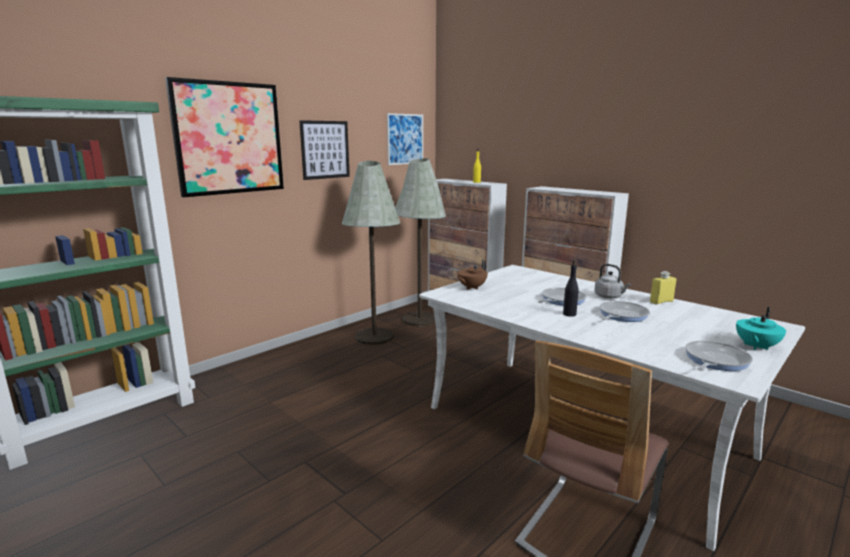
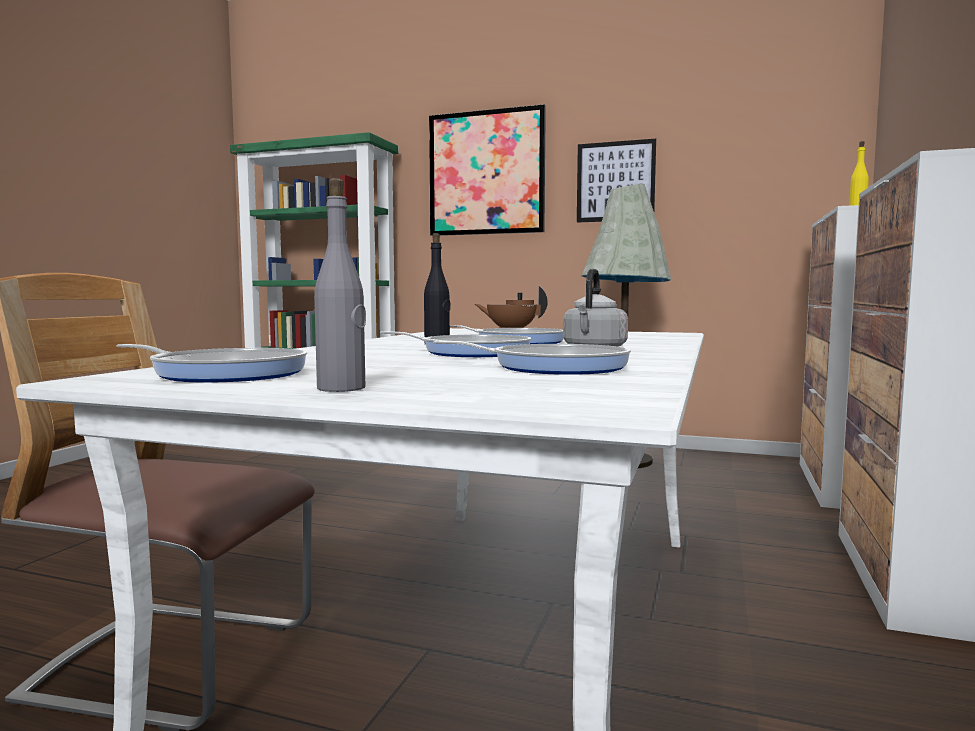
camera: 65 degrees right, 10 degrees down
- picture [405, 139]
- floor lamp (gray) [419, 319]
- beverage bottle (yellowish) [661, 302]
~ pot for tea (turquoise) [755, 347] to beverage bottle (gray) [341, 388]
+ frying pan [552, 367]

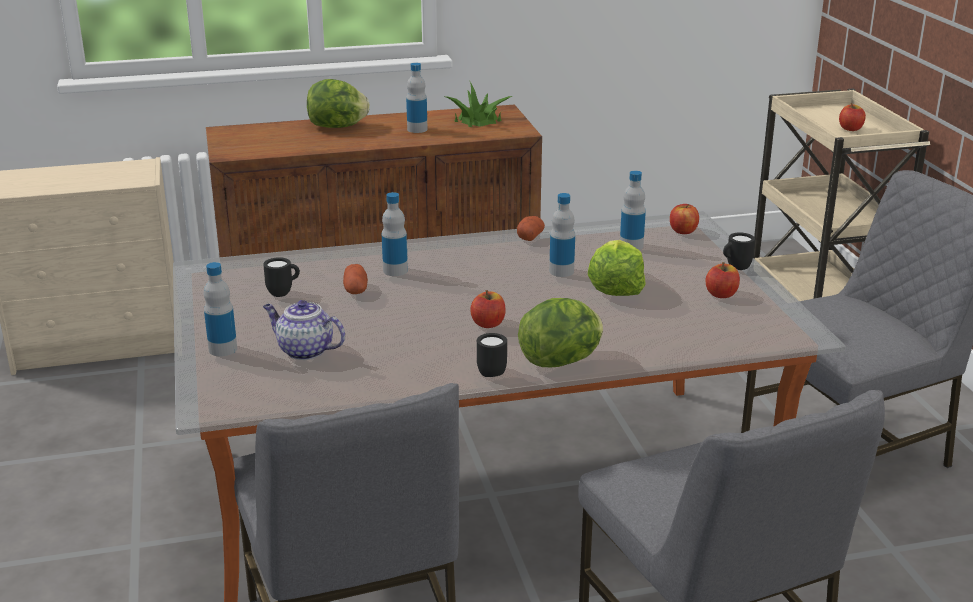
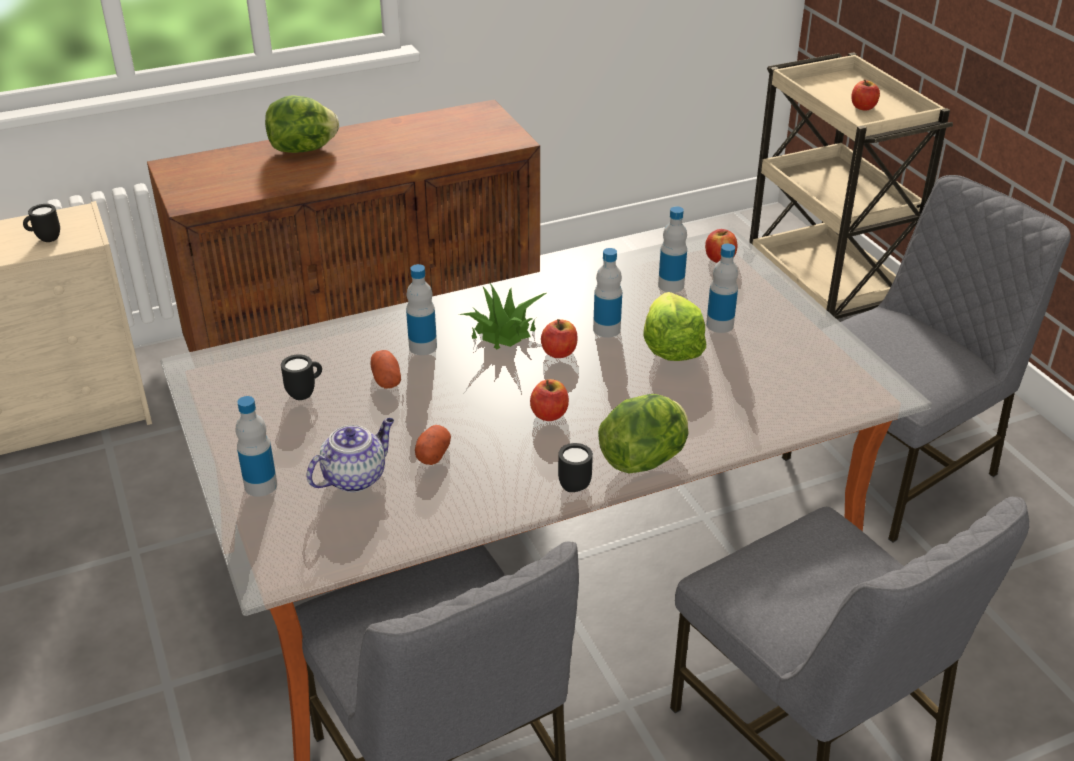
camera: 10 degrees left, 10 degrees up
~ beverage bottle [417, 129] to [719, 325]
~ houseplant [477, 120] to [502, 331]
~ spud [530, 237] to [433, 454]
~ coffee mug (black) [735, 268] to [45, 239]
~ apple [721, 294] to [559, 352]
~ pot for tea [304, 351] = [355, 477] 120 degrees clockwise

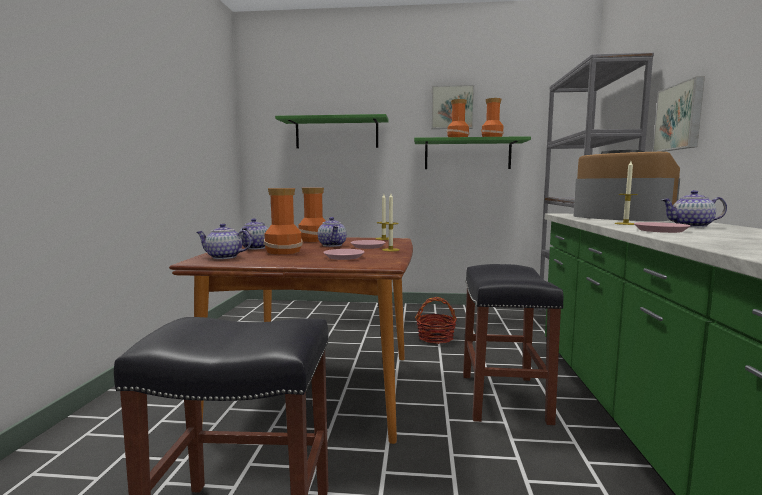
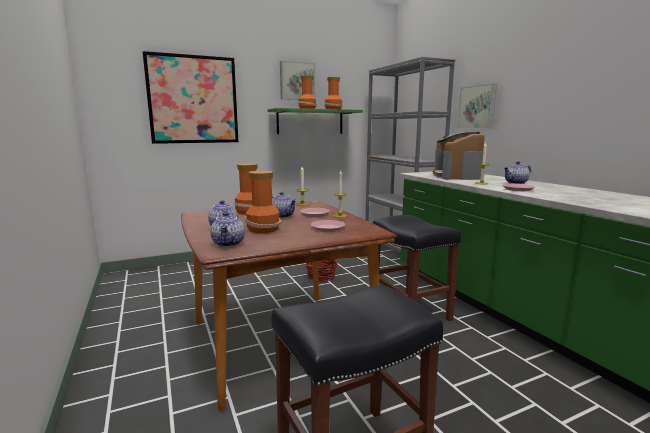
camera: 30 degrees left, 5 degrees up
~ bracket shelf (greenish) [336, 134] to picture [193, 100]
~ coffee machine [620, 217] = [457, 176] 105 degrees counterclockwise
~ pot for tea [223, 257] = [229, 244] 75 degrees counterclockwise

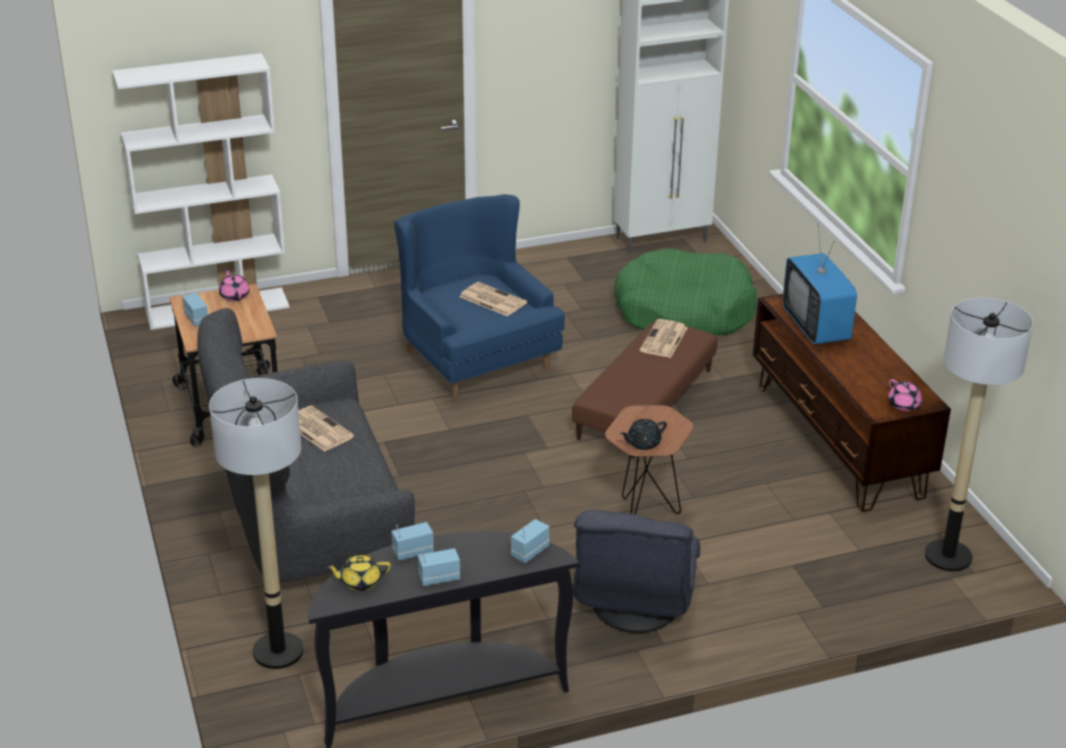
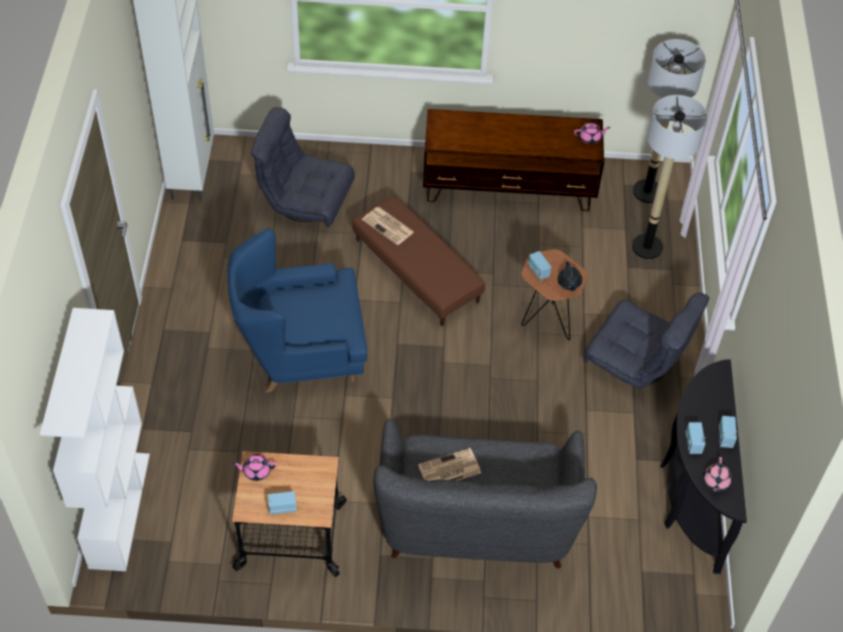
camera: 70 degrees left, 20 degrees up
- TV [816, 327]
~ pet bed (greenish) [683, 311] to easy chair (gray) [305, 201]
- newspaper [491, 300]
~ floor lamp [278, 651] to [646, 247]
~ radio set [529, 552] to [538, 271]
~ pot for tea (yellowish) [360, 582] to pot for tea (pinkish) [715, 481]

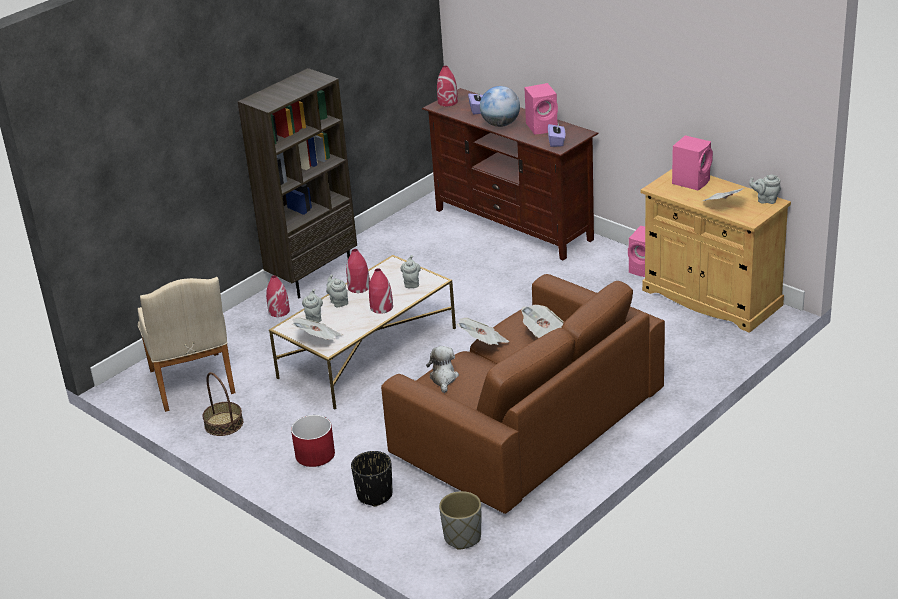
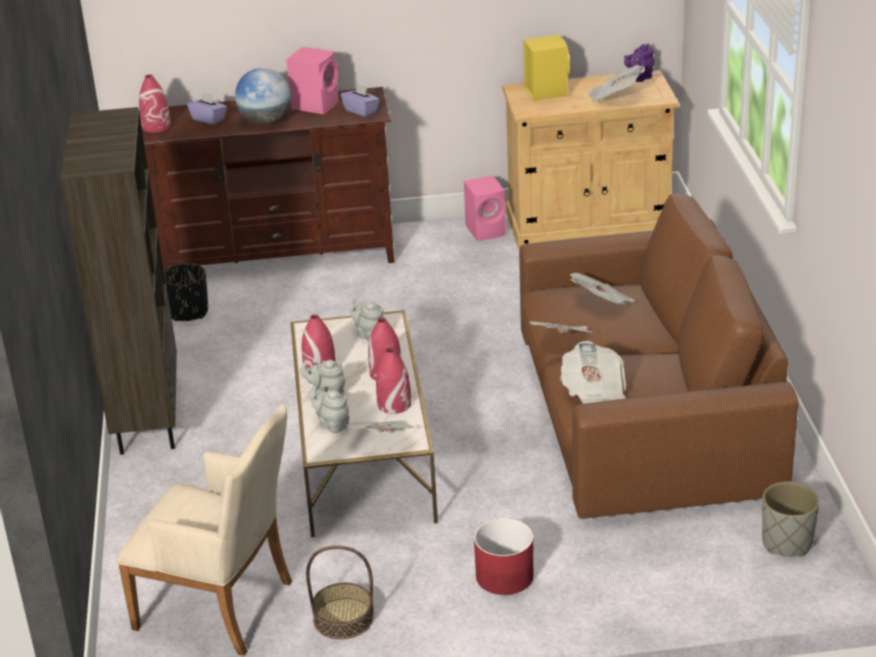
camera: 50 degrees left, 0 degrees up
~ speaker (pinkish) [692, 181] to speaker (yellowish) [546, 92]
~ pot for tea (gray) [765, 200] to pot for tea (purple-coloured) [639, 78]
~ decorative vase (reddish) [279, 311] to [394, 404]
~ soft toy [443, 378] to newspaper [593, 393]
~ plant pot (black) [374, 495] to [188, 312]

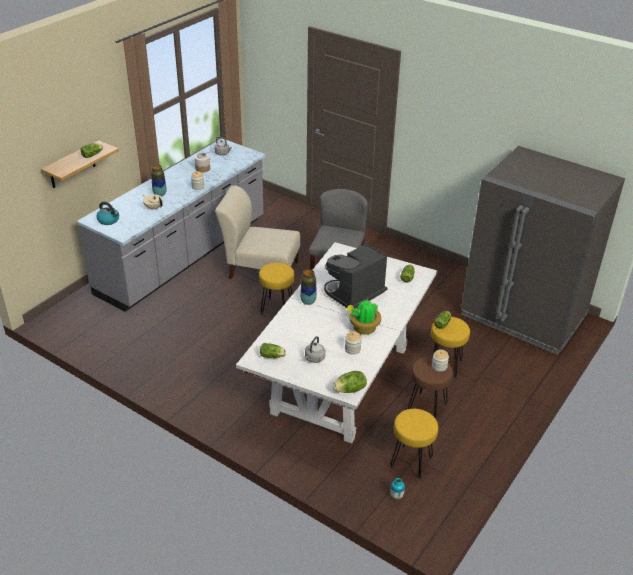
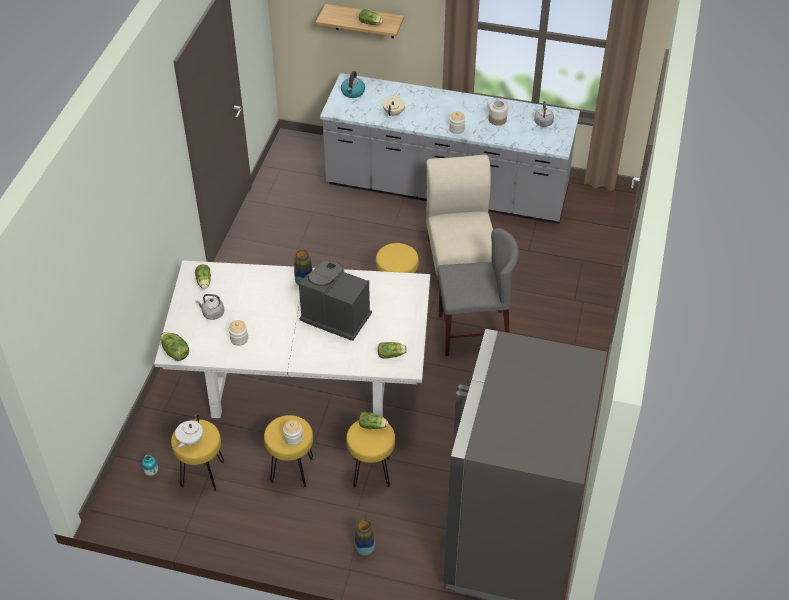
camera: 70 degrees right, 10 degrees up
~ decorative vase [160, 194] to [364, 549]
- houseplant [363, 328]
~ stool seat (brown-coloured) [427, 407] to stool seat (yellowish) [291, 470]
+ pot for tea (whitish) [190, 440]

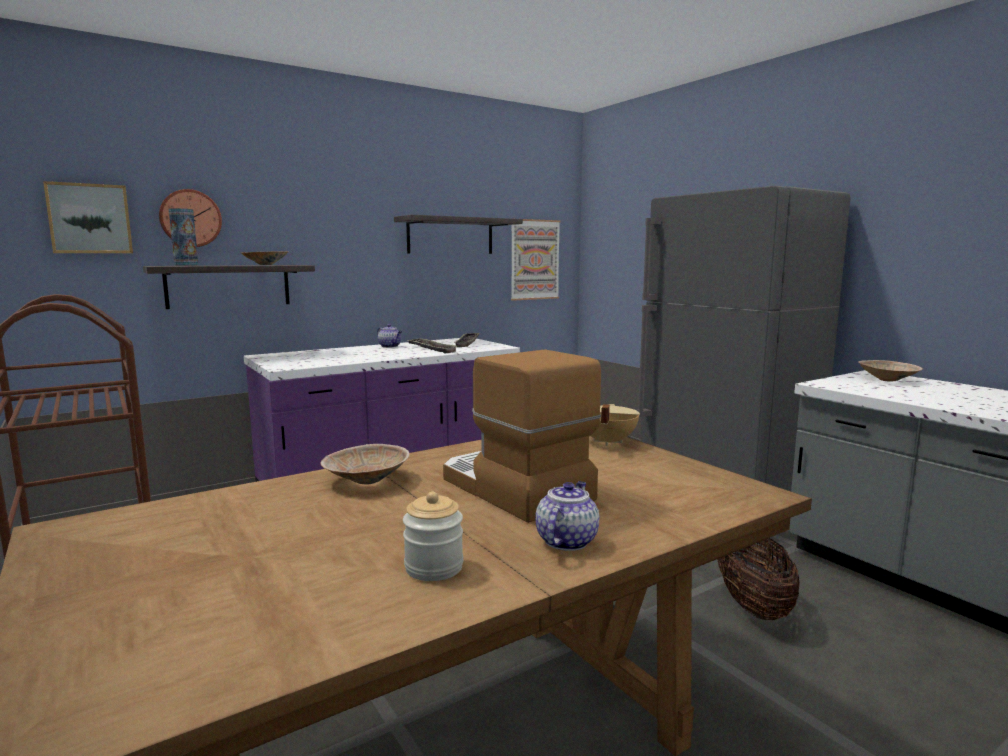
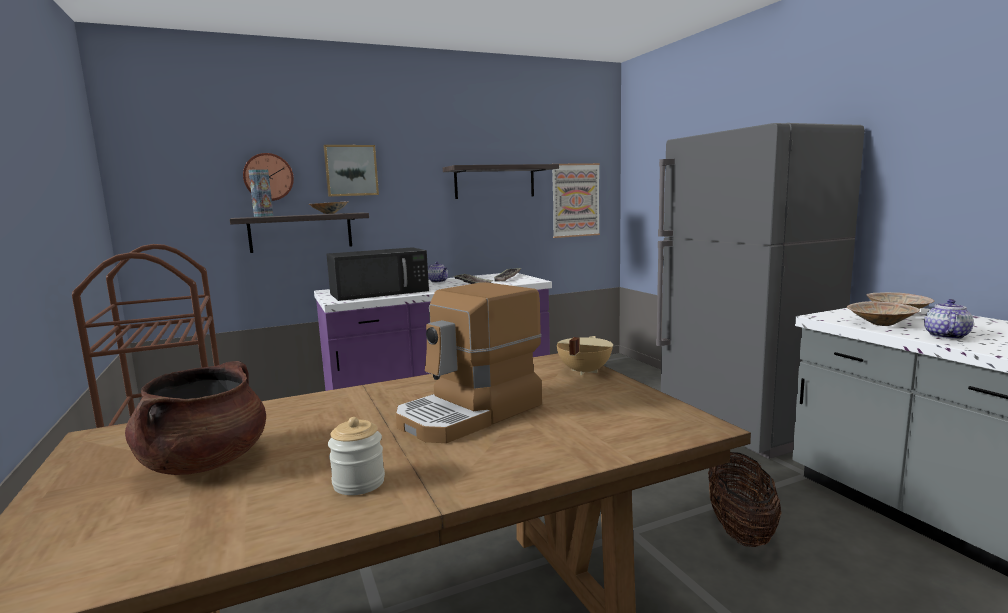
camera: 10 degrees right, 0 degrees up
~ picture [89, 219] to [351, 170]
~ coffee machine [513, 489] = [471, 414] 105 degrees counterclockwise
~ serving bowl (beige) [365, 481] to [879, 324]
~ pot for tea [566, 540] to [945, 336]
+ microwave (black) [381, 292]
+ cooking pot (brown-coloured) [205, 462]

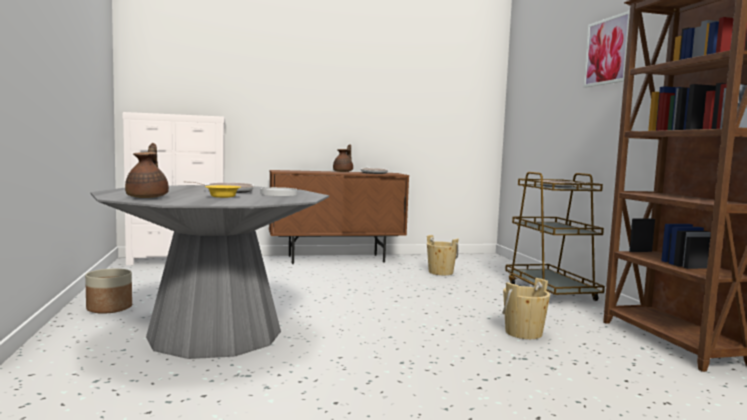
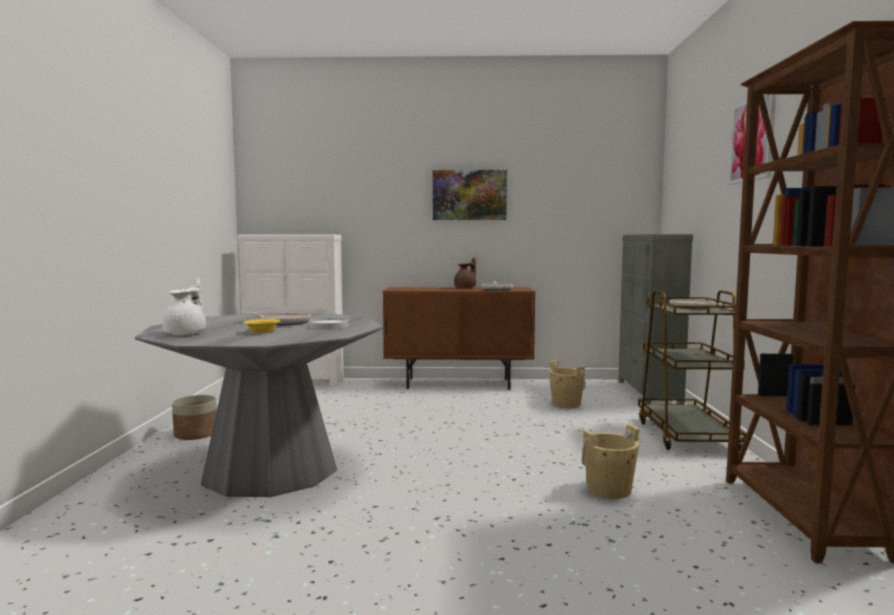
camera: 15 degrees right, 0 degrees up
~ pot for tea (brown-coloured) [148, 197] to pot for tea (whitish) [187, 333]
+ picture [469, 195]
+ drawer chest (gray) [647, 393]

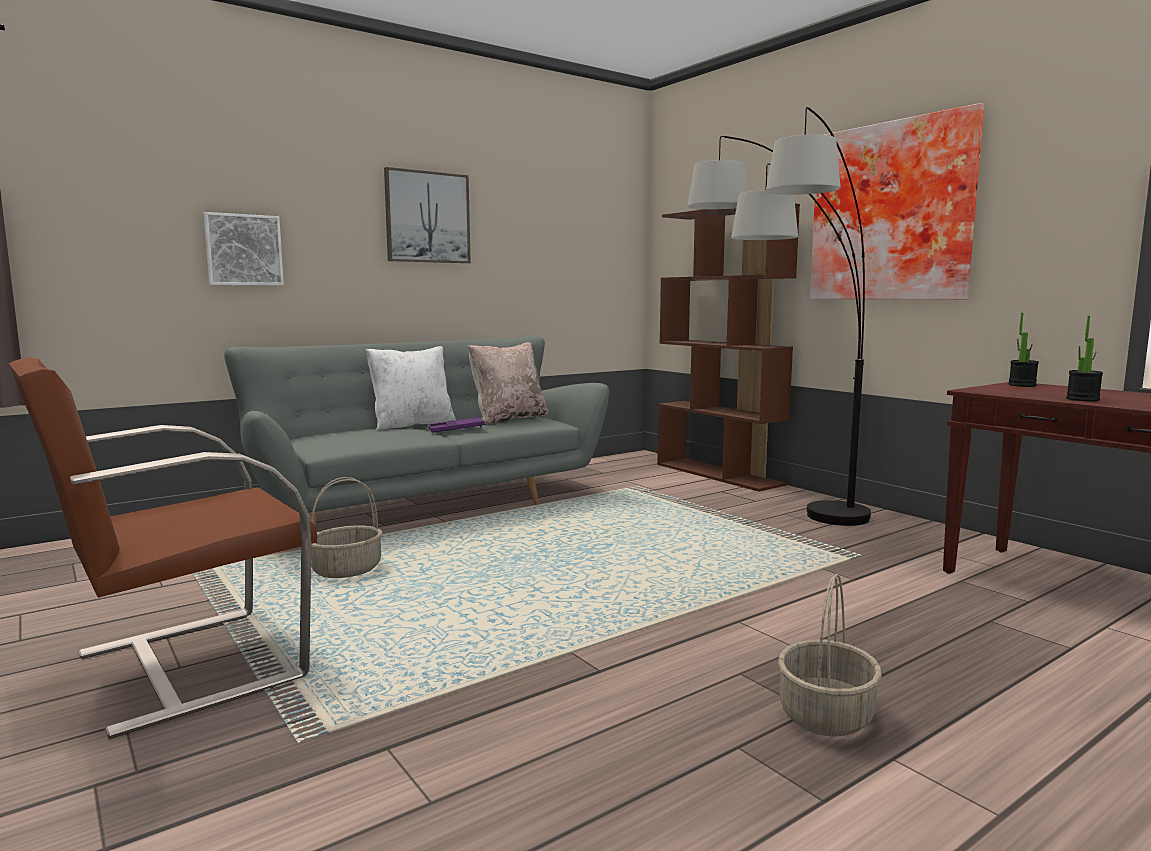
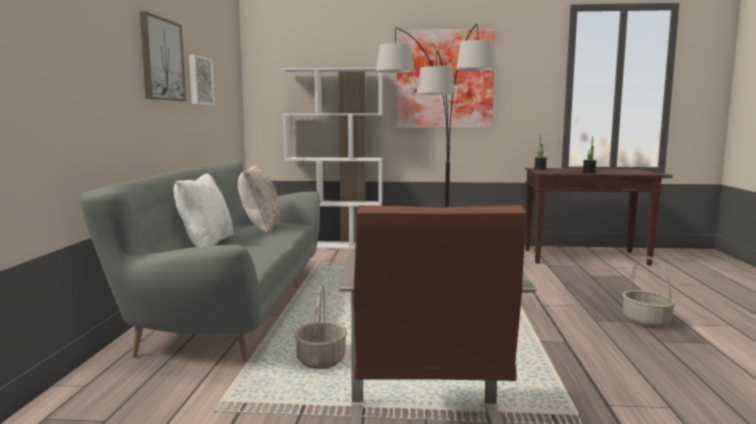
camera: 50 degrees left, 0 degrees up
~ shelving unit (brown-coloured) [719, 474] to shelving unit (whitish) [335, 245]
~ picture [243, 250] to [199, 81]
- tray (purple-coloured) [456, 429]

